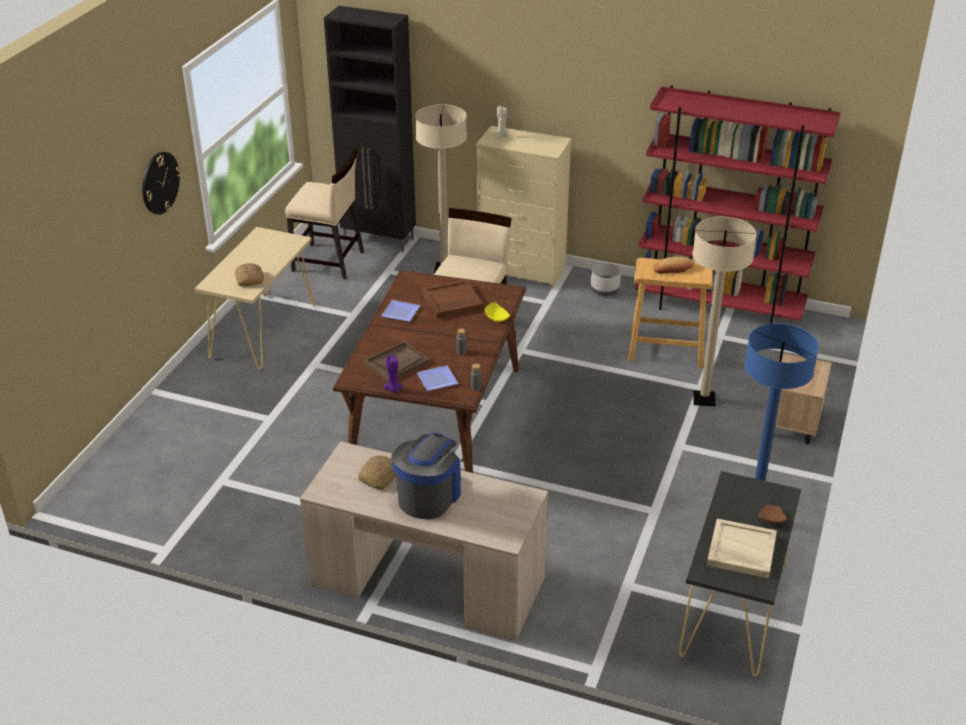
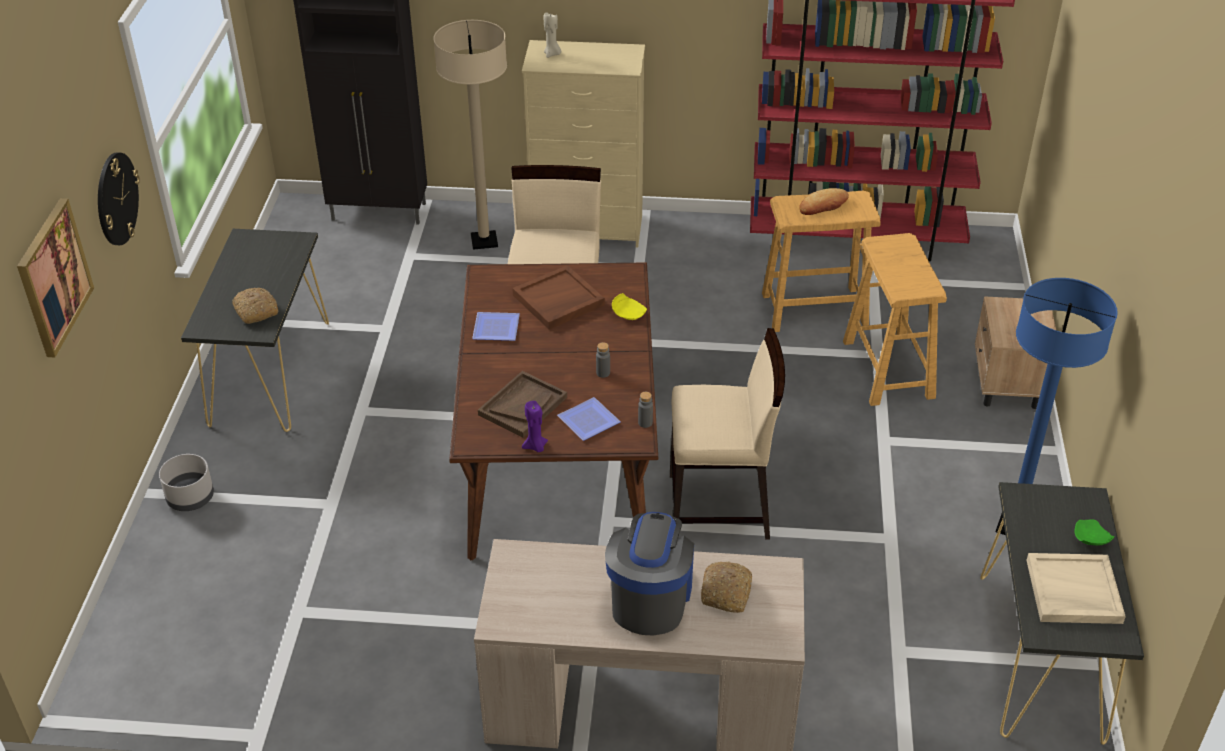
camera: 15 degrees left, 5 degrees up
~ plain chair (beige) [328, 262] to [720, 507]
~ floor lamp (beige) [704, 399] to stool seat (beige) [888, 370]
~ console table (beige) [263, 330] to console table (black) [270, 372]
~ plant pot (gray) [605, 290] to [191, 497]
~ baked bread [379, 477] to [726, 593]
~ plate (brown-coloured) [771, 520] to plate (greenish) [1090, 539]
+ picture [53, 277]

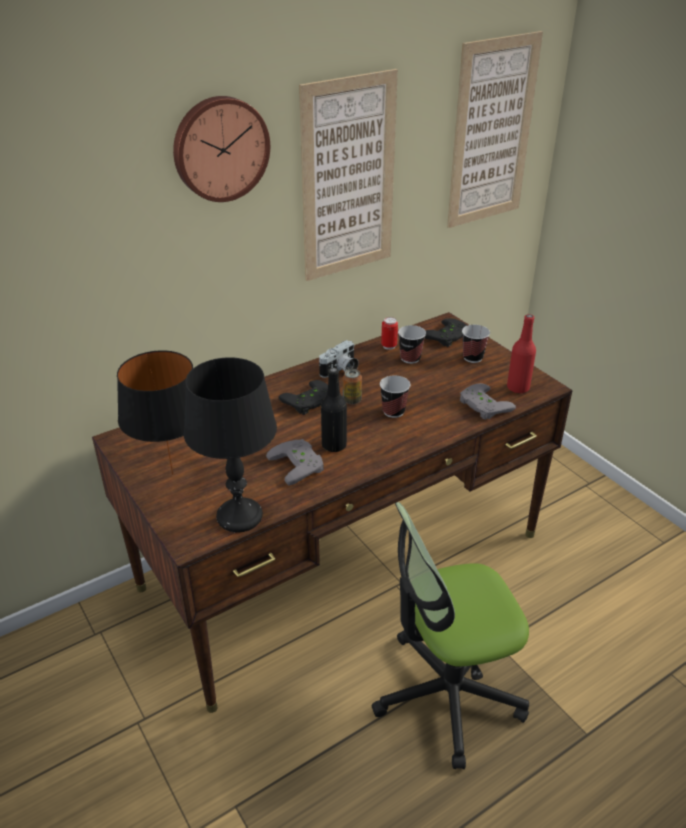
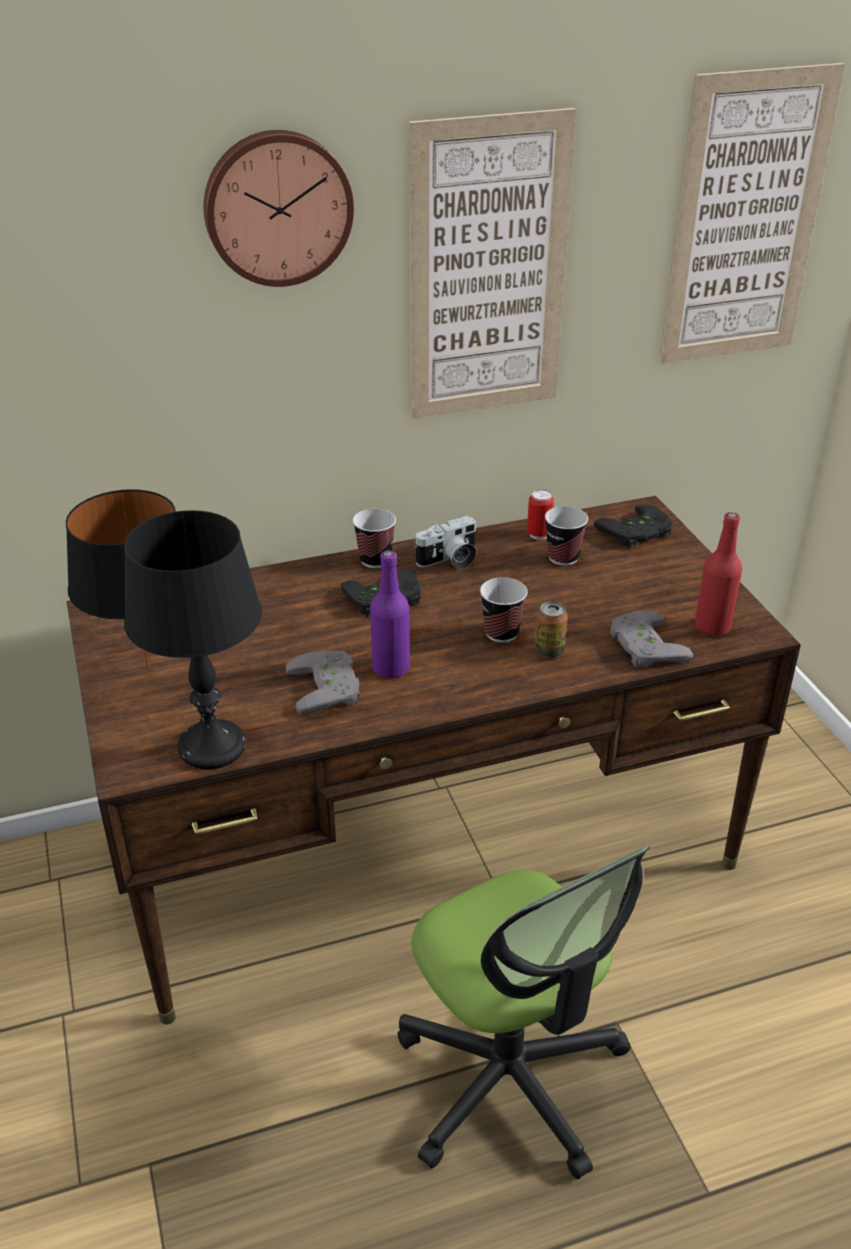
camera: 15 degrees right, 0 degrees up
~ drinking cup [472, 357] to [375, 560]
~ beverage bottle (black) [334, 445] to beverage bottle (purple-coloured) [391, 668]
~ metal can [352, 400] to [549, 651]
~ desk chair [447, 694] = [510, 1078] 120 degrees counterclockwise

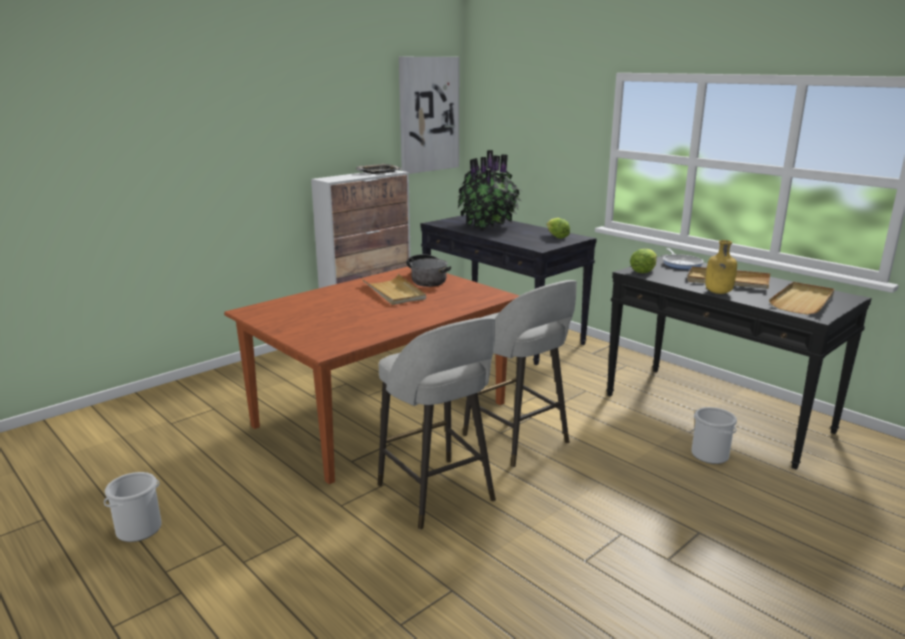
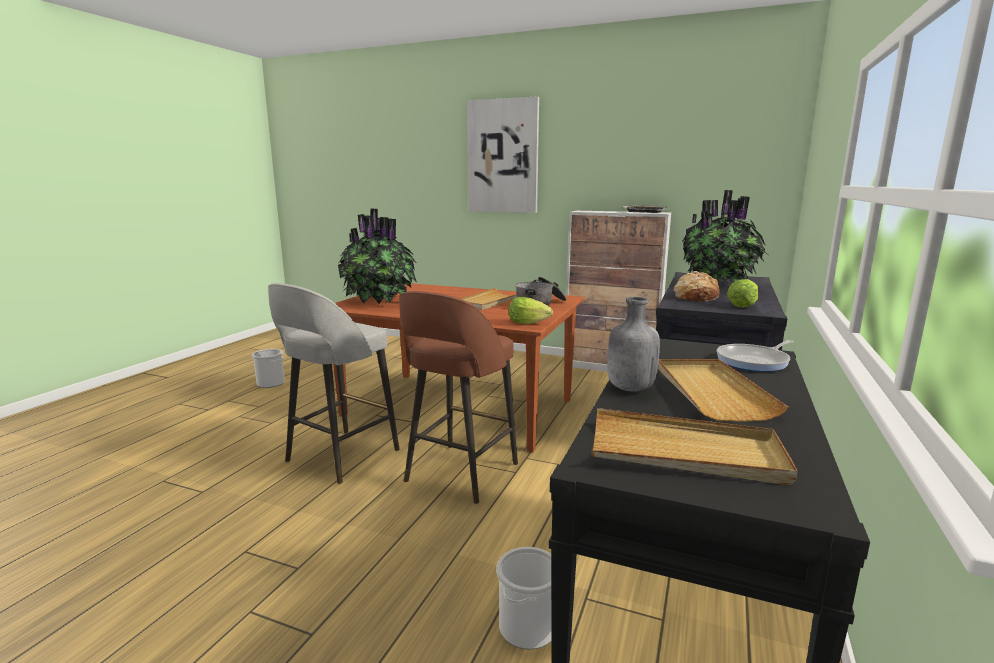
camera: 65 degrees right, 5 degrees down
~ picture [428, 115] to [503, 157]
~ beverage bottle (yellowish) [718, 292] to beverage bottle (gray) [629, 388]
~ lettuce head [643, 271] to [527, 323]
~ stool seat (gray) [517, 440] to stool seat (brown-coloured) [459, 474]
+ houseplant [379, 302]
+ baked bread [696, 297]

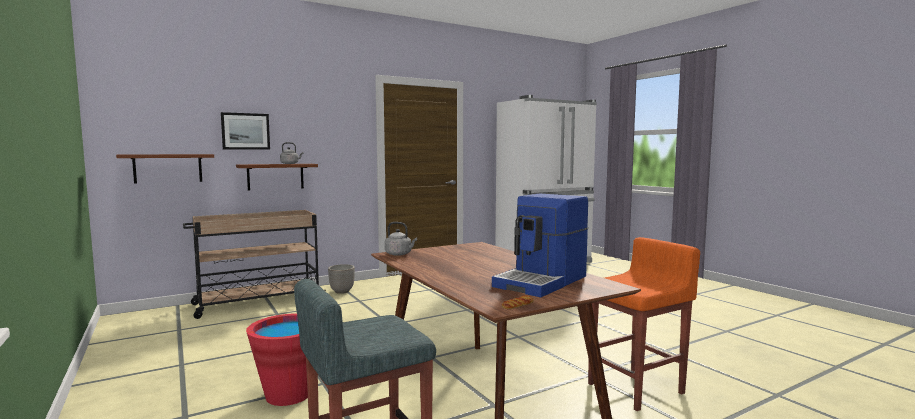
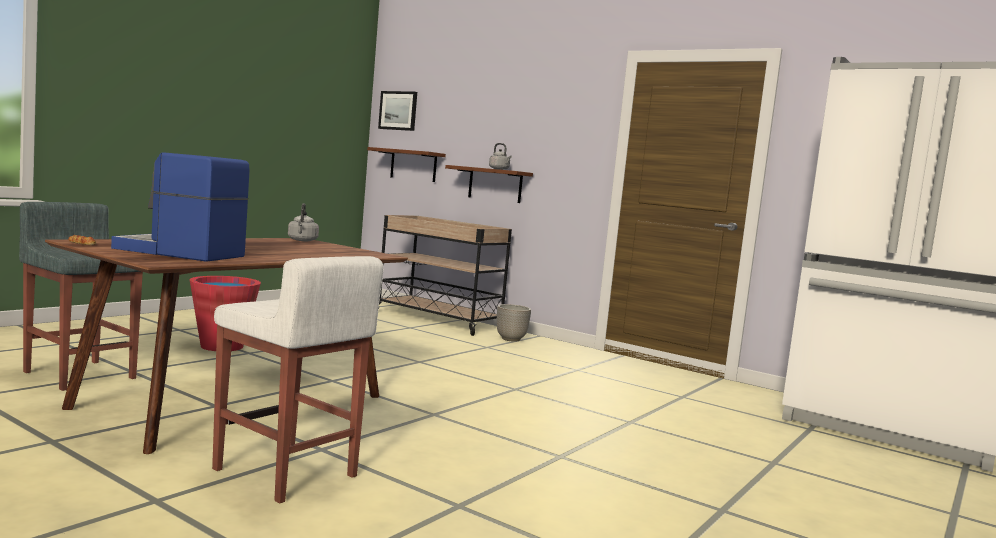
camera: 65 degrees right, 0 degrees up
~ picture [245, 131] to [398, 110]
~ stool seat (orange-coloured) [637, 388] to stool seat (whitish) [286, 473]

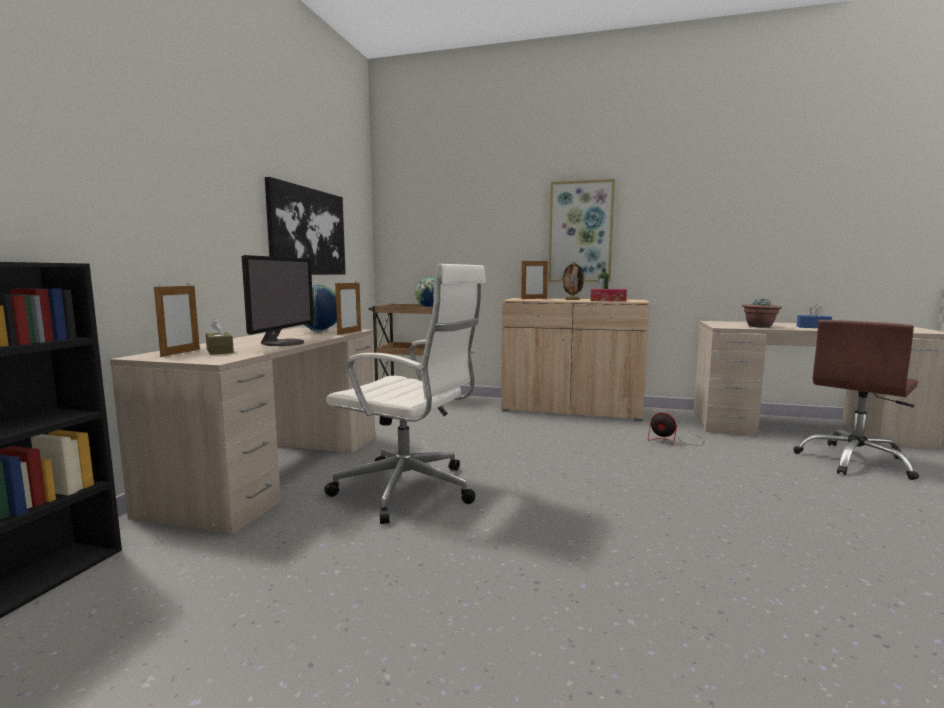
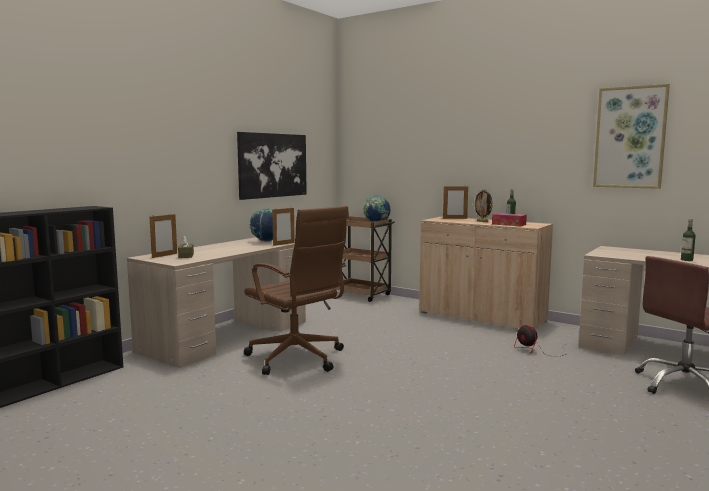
camera: 20 degrees right, 0 degrees up
~ picture [580, 232] to [630, 137]
- computer screen [283, 343]
~ desk chair (whitish) [409, 490] to desk chair (brown-coloured) [297, 359]
- houseplant [759, 327]
~ tissue box (blue) [813, 327] to beverage bottle [686, 260]

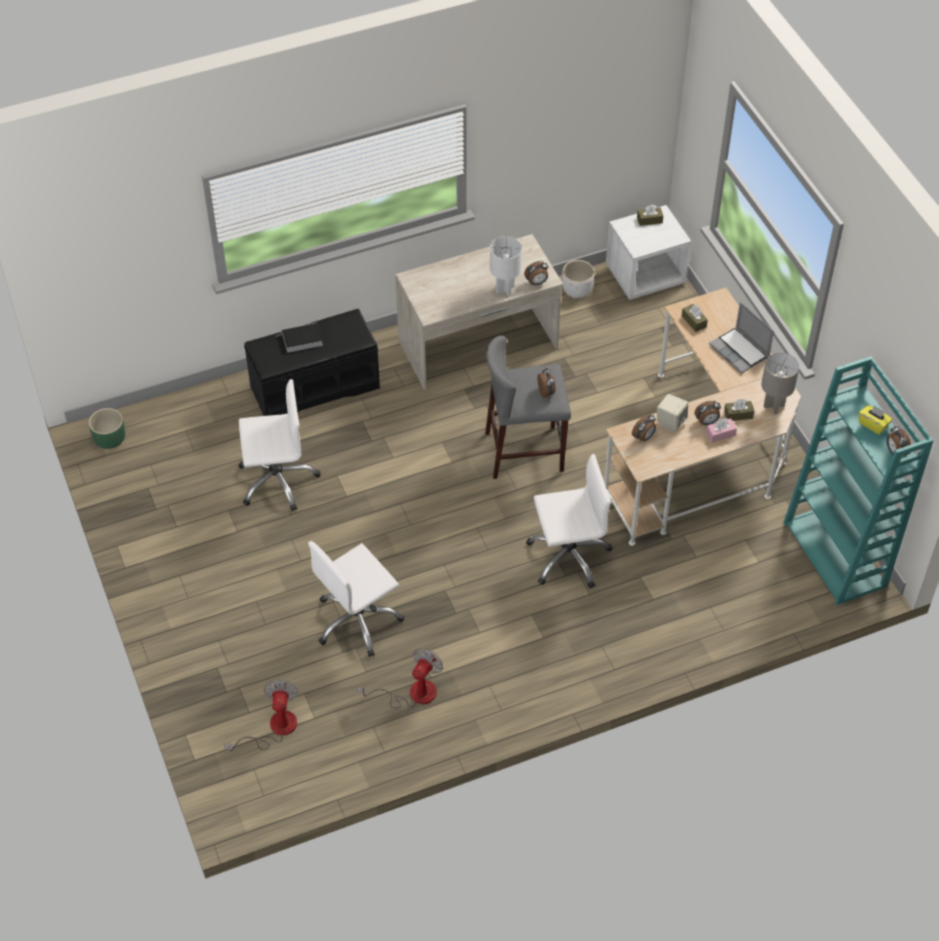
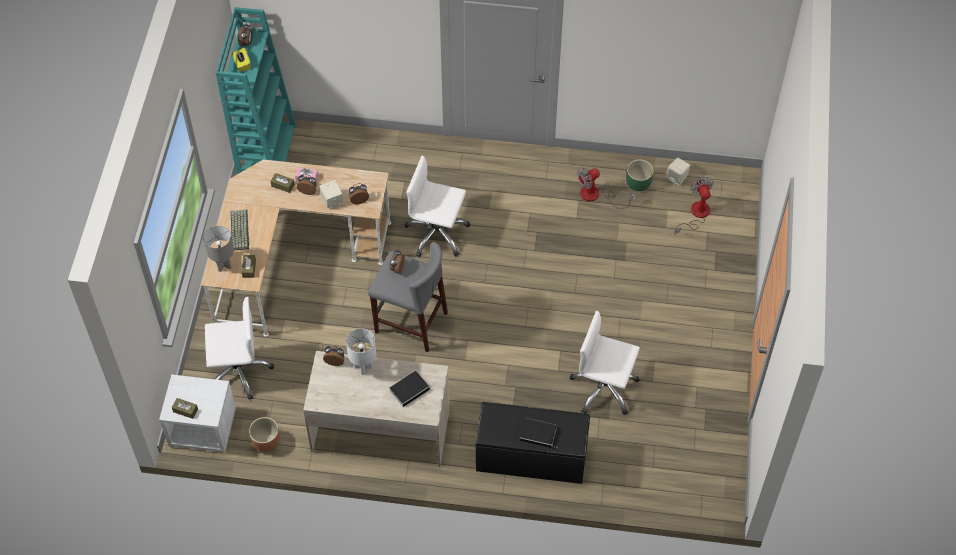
camera: 150 degrees left, 5 degrees up
~ plant pot (whitish) [577, 290] to plant pot (brown-coloured) [266, 442]
~ portable computer [740, 351] to keyboard [238, 230]
~ table lamp (gray) [774, 406] to [223, 265]
~ plant pot (greenish) [110, 439] to [638, 184]
~ desk chair (whitish) [357, 621] to [238, 371]
~ fan [274, 729] = [696, 215] 135 degrees clockwise
+ speaker (beige) [677, 178]
+ volume [410, 389]

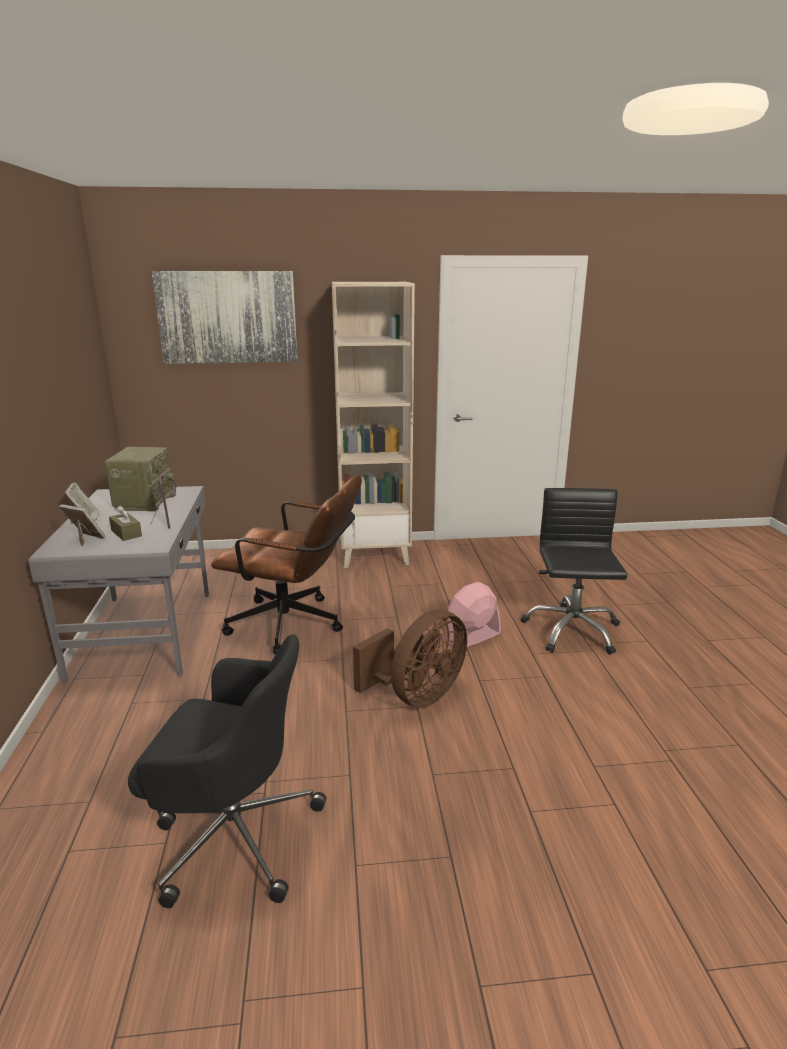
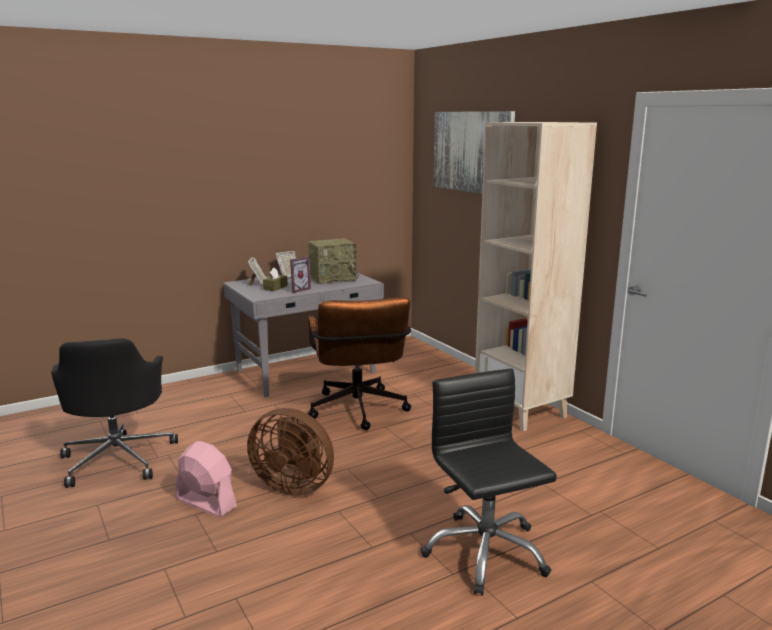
camera: 65 degrees right, 5 degrees down
~ desk chair (black) [571, 630] = [485, 552] 90 degrees counterclockwise
~ fan (pinkish) [472, 637] to [205, 502]

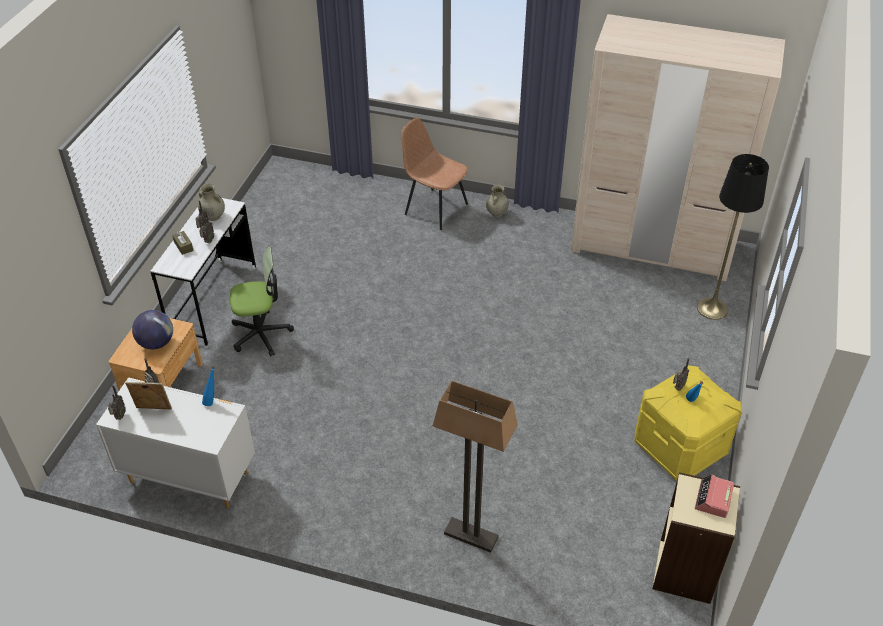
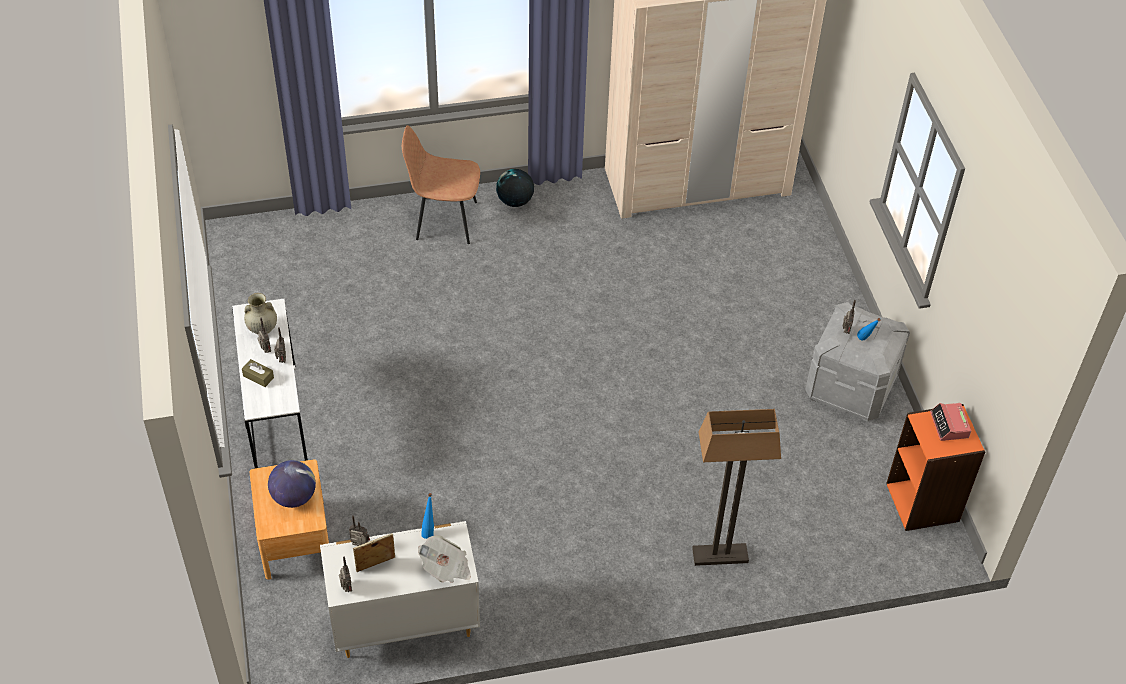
camera: 30 degrees left, 5 degrees up
- floor lamp (black) [712, 309]
~ decorative vase (beige) [496, 213] to desk globe [515, 201]
- desk chair [261, 334]
~ storage box (yellowish) [680, 447] to storage box (gray) [850, 387]
~ shelving unit (beige) [685, 571] to shelving unit (orange-coloured) [923, 502]
+ newspaper [446, 568]

